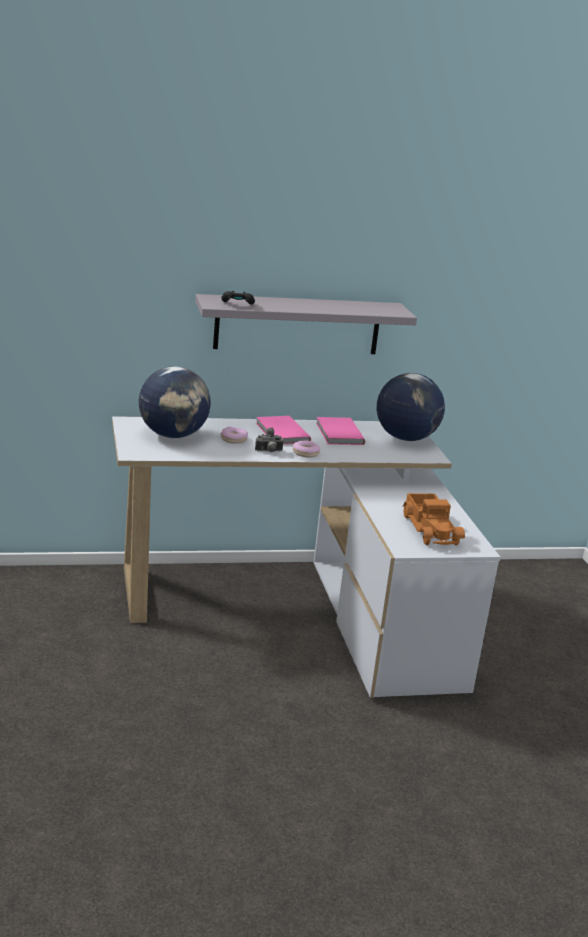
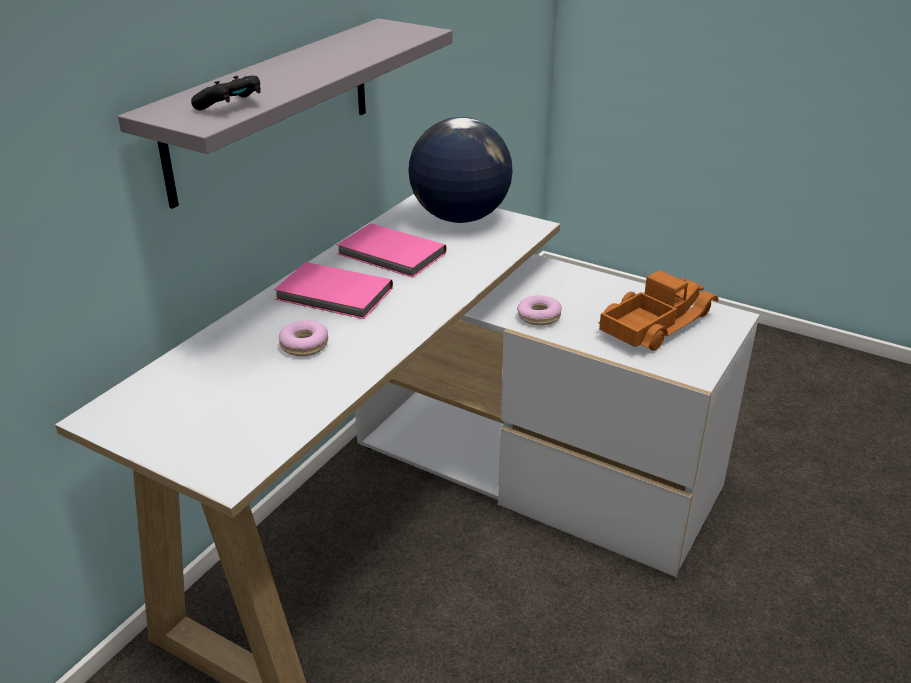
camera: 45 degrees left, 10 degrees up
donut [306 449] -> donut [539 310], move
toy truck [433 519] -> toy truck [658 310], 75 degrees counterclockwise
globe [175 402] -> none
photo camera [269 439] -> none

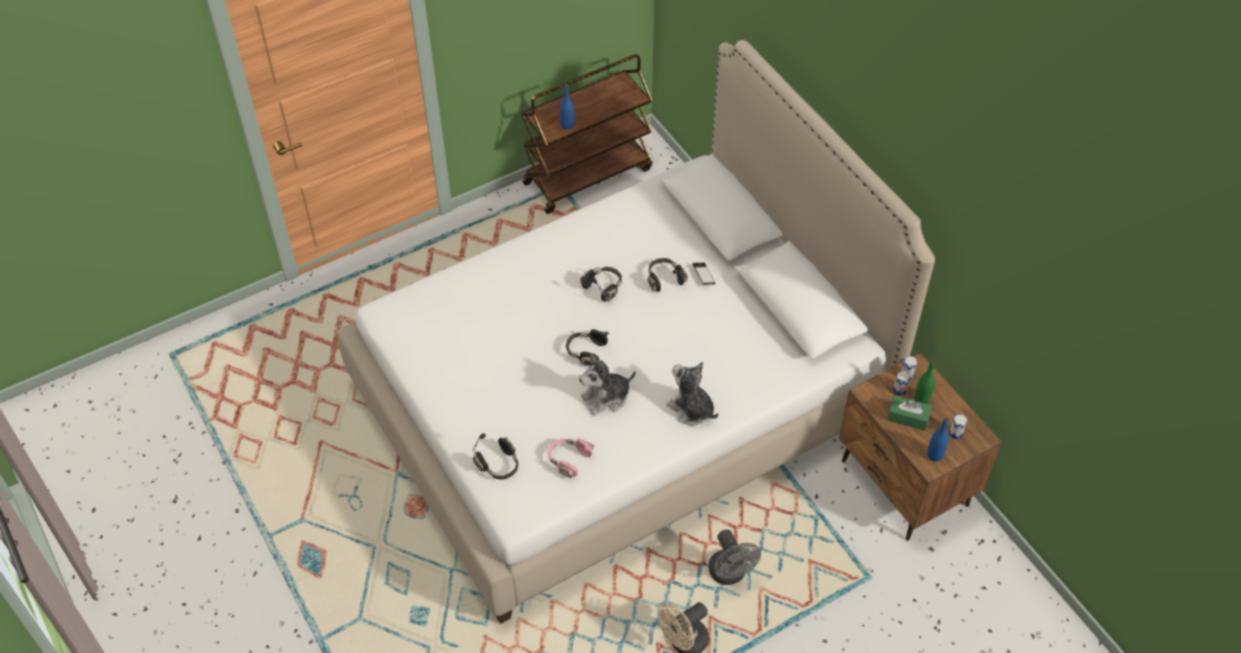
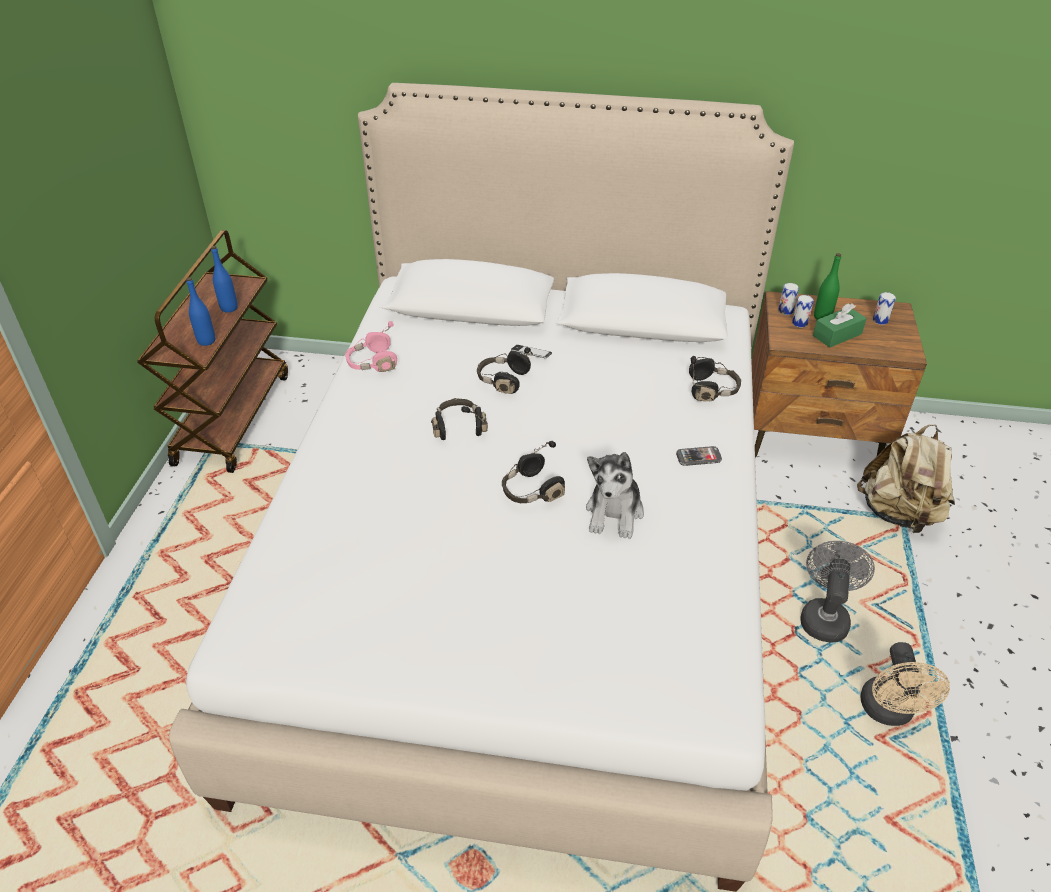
camera: 50 degrees left, 10 degrees down
blue bottle [938 439] -> blue bottle [224 279], move
pink headphones [571 458] -> pink headphones [371 346], move
plush toy [692 394] -> phone [699 456]
black headphones [495 456] -> black headphones [715 378], move
grey fan [735 557] -> grey fan [837 592], 90 degrees counterclockwise
none -> beige backpack [906 479]

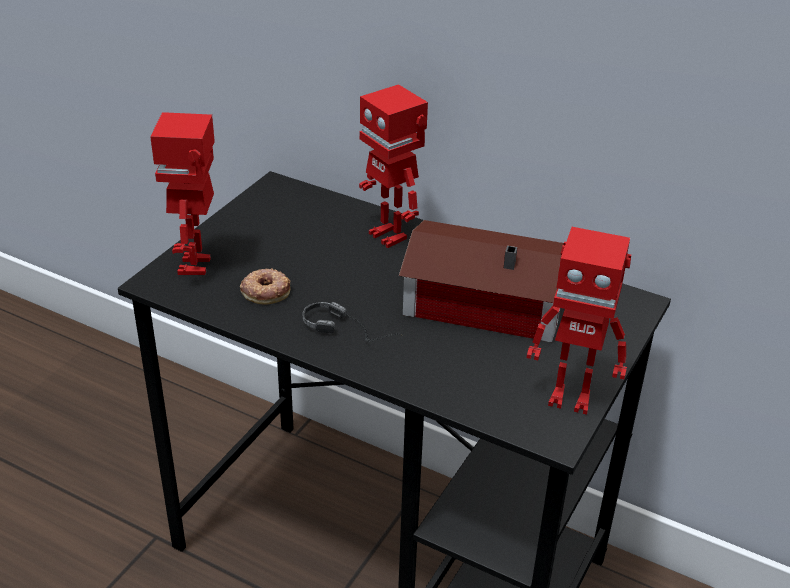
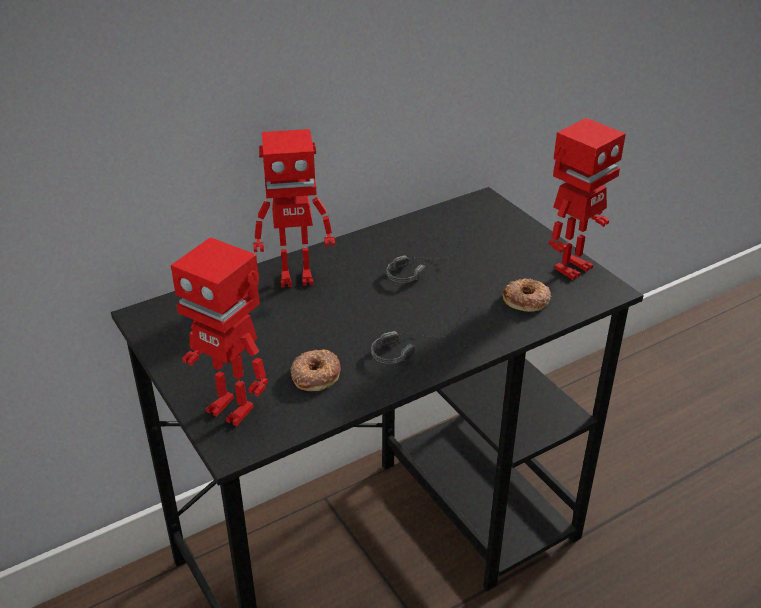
camera: 60 degrees left, 0 degrees up
toy house [481 281] -> headphones [428 257]
none -> donut [527 295]

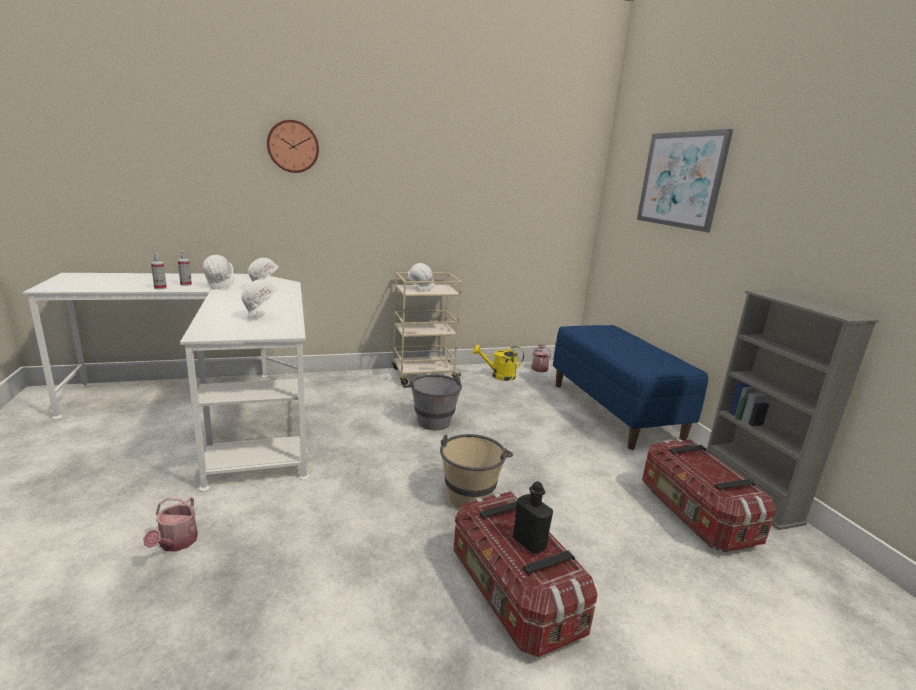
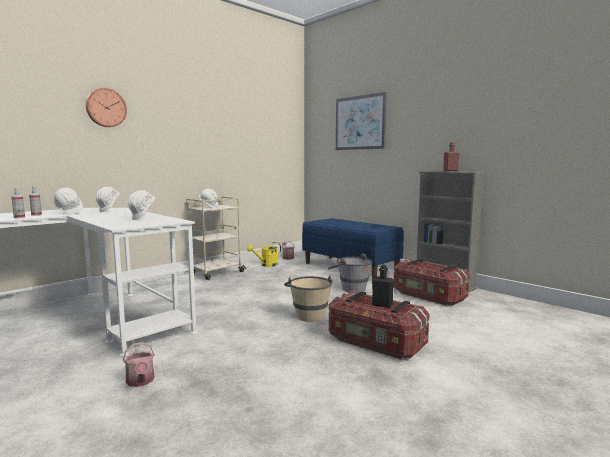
camera: 25 degrees left, 10 degrees down
grey bucket [432 402] -> grey bucket [350 273], move
none -> red bottle [451 156]

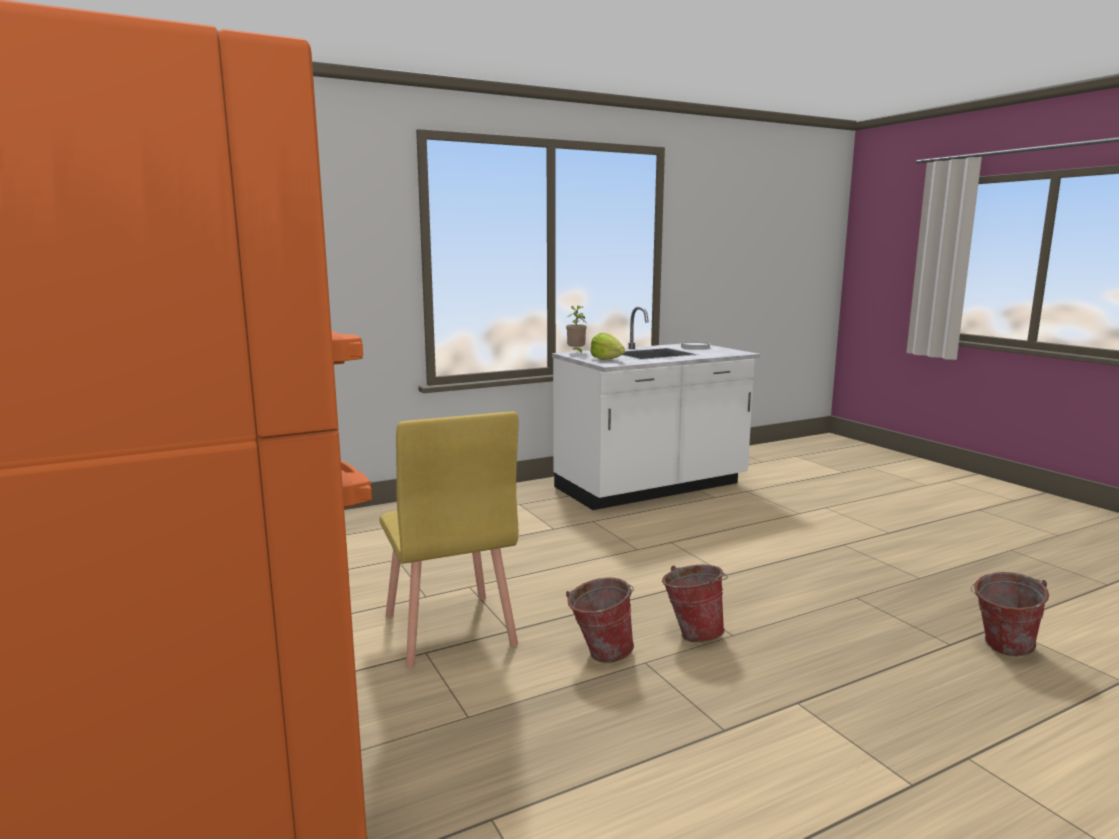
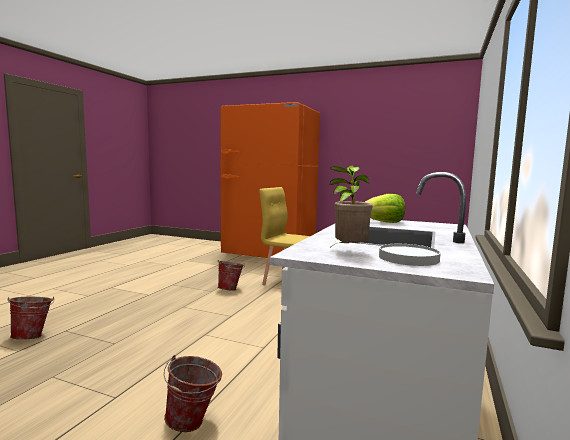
camera: 140 degrees right, 5 degrees down
bucket [695 603] -> bucket [193 393], move
potted plant [576 329] -> potted plant [351 206], move

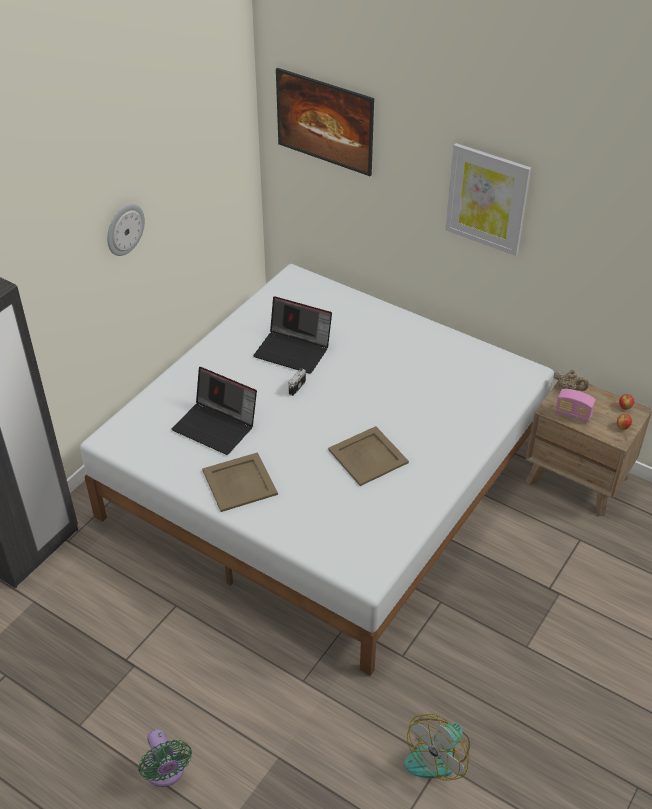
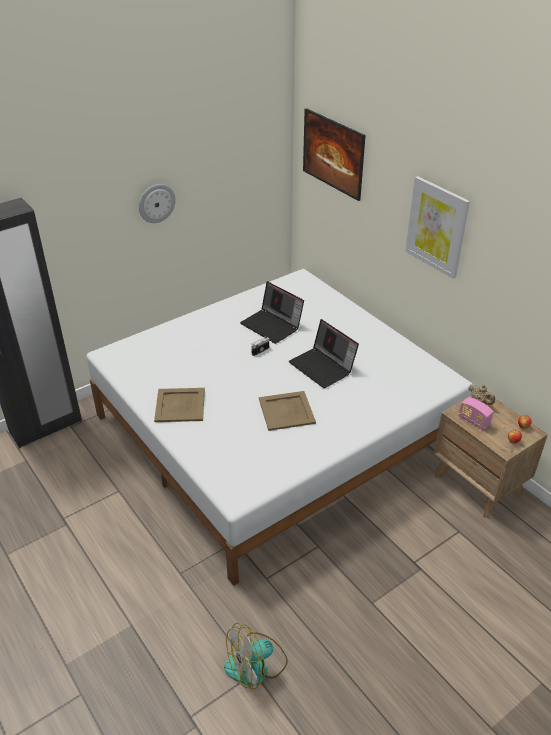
camera: 20 degrees right, 5 degrees down
laptop [214 411] -> laptop [324 353], move
green fan [165 758] -> none

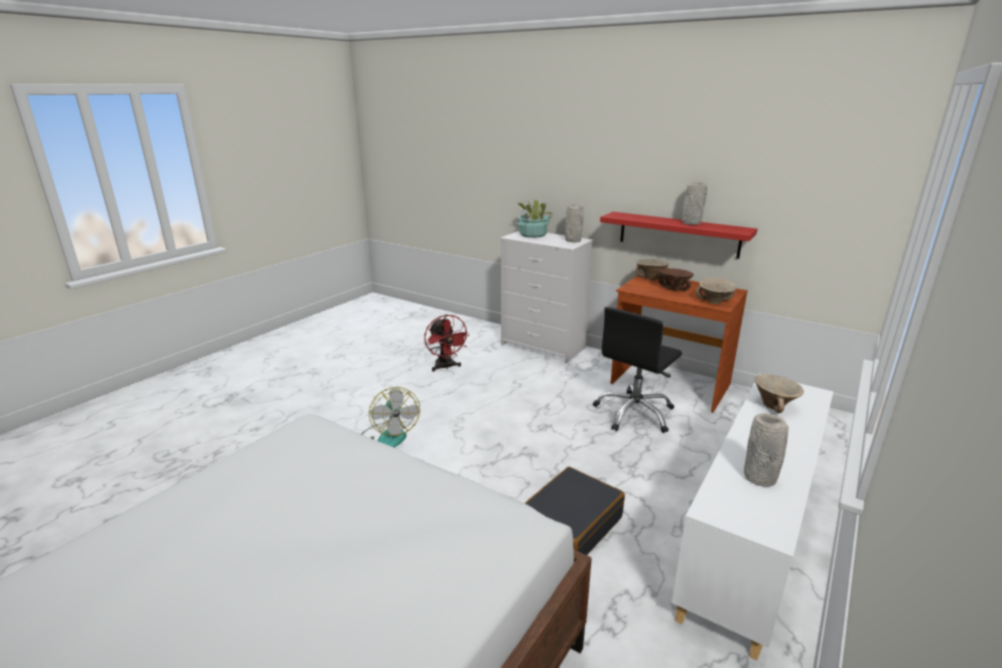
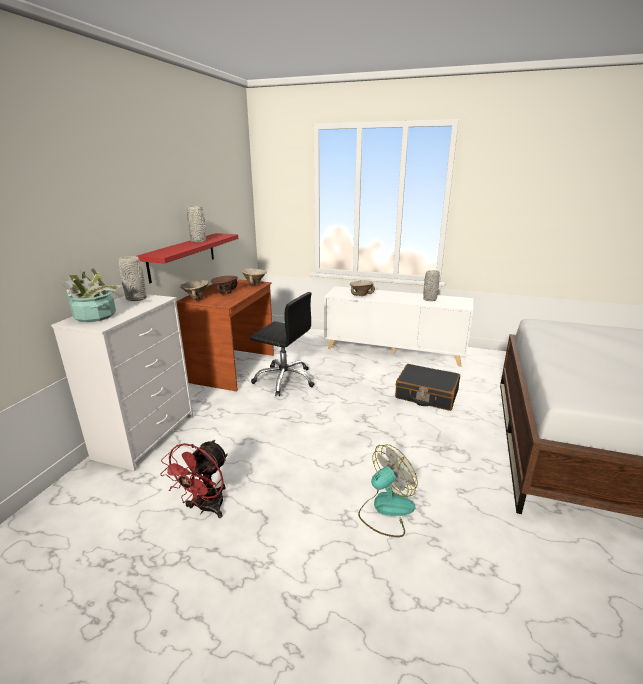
camera: 105 degrees left, 0 degrees up
red fan [447 343] -> red fan [194 479], 150 degrees clockwise

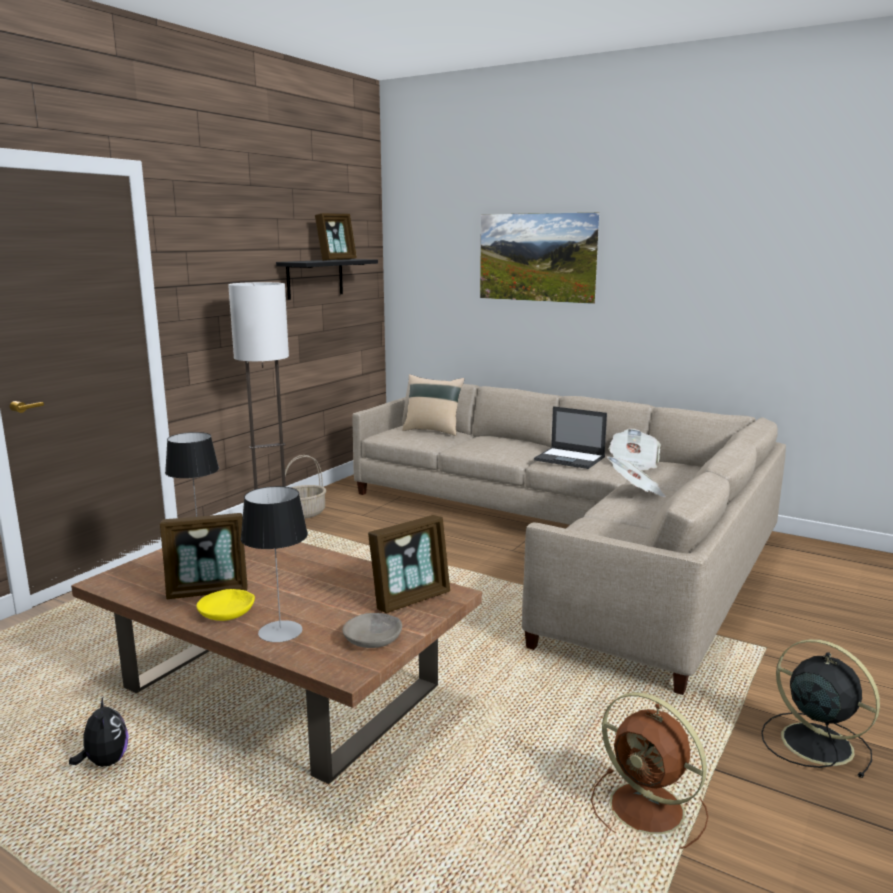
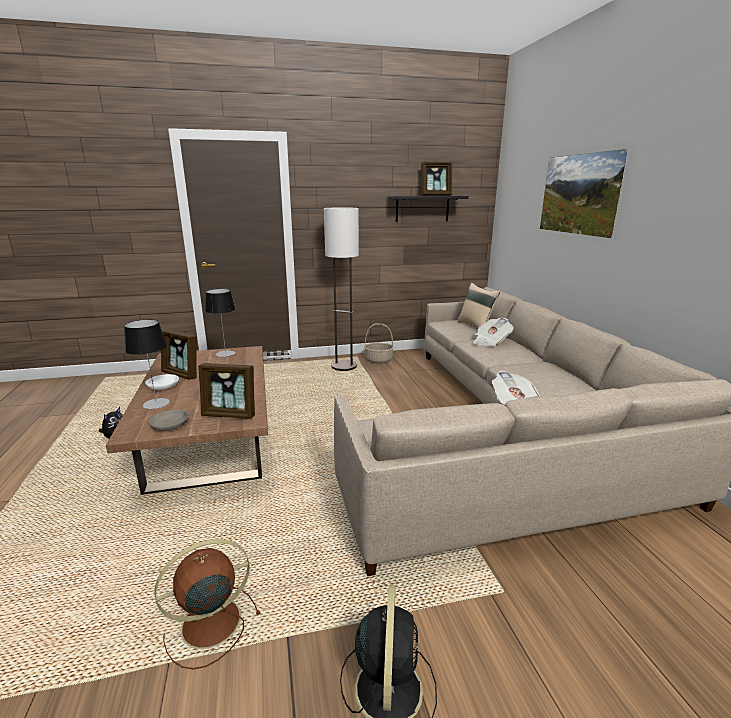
camera: 45 degrees right, 5 degrees up
yellow bowl [225 605] -> white bowl [162 382]
brown fan [649 770] -> brown fan [207 604], 60 degrees clockwise
newspaper [635 449] -> newspaper [493 332], move
laptop [570 437] -> none

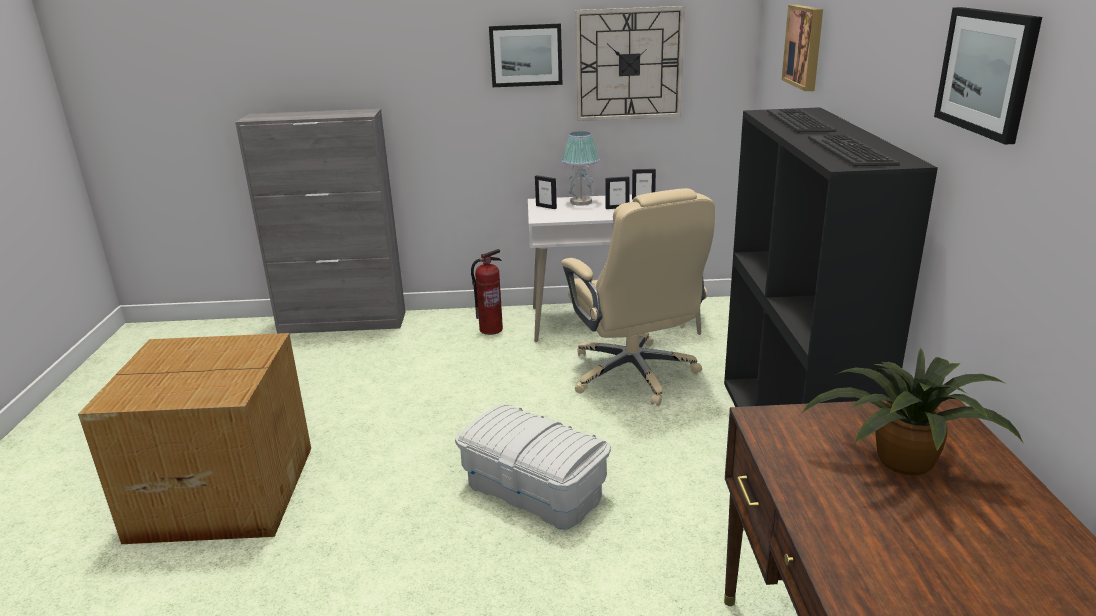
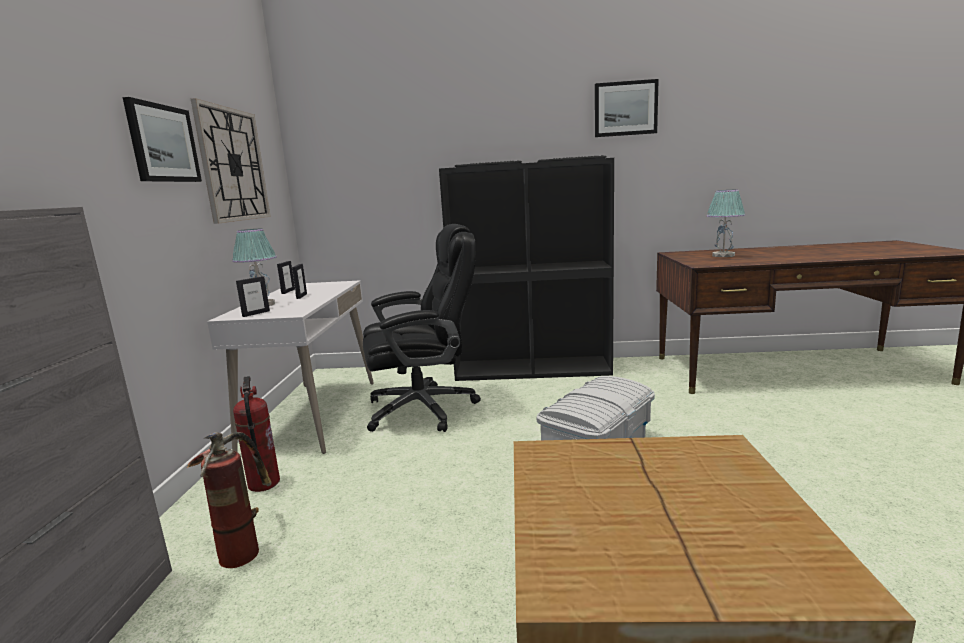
camera: 85 degrees left, 10 degrees down
none -> fire extinguisher [229 500]
beige office chair [638 297] -> black office chair [422 328]
potted plant [912 412] -> table lamp [726 223]
picture [802 48] -> none

